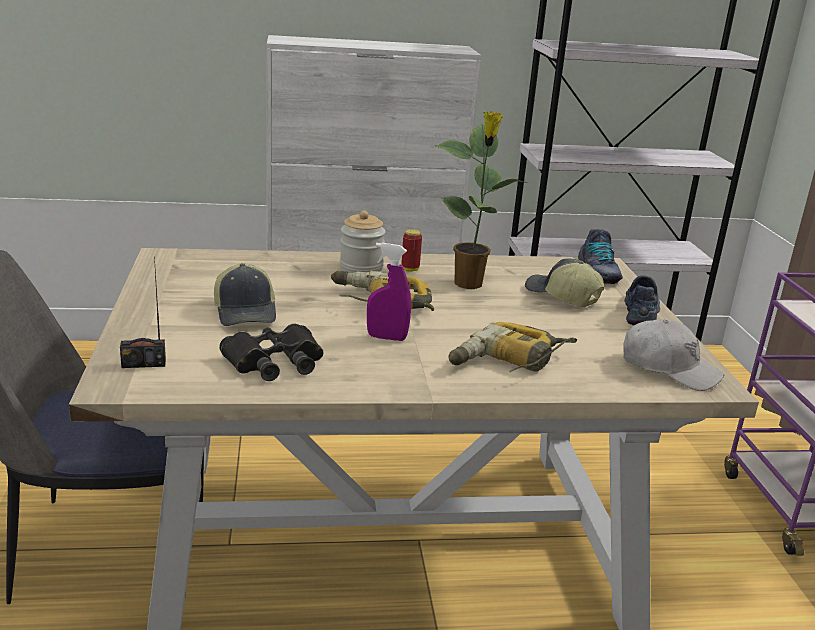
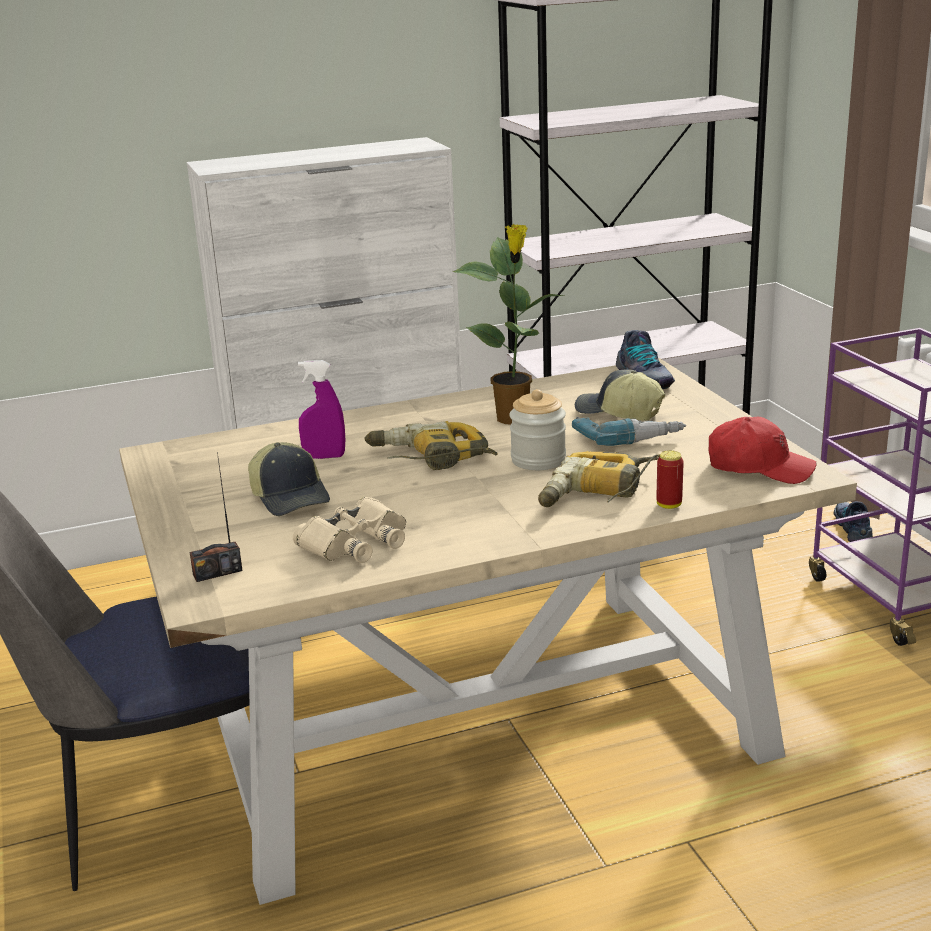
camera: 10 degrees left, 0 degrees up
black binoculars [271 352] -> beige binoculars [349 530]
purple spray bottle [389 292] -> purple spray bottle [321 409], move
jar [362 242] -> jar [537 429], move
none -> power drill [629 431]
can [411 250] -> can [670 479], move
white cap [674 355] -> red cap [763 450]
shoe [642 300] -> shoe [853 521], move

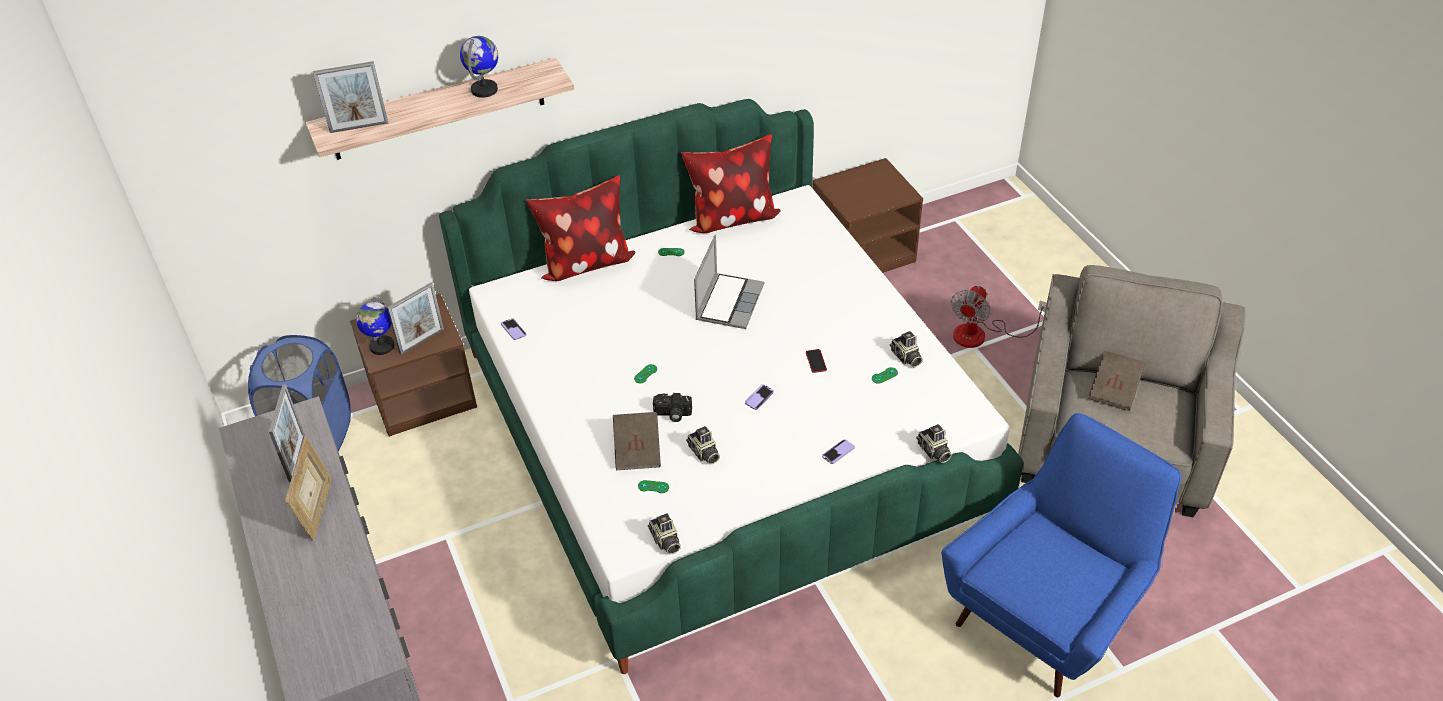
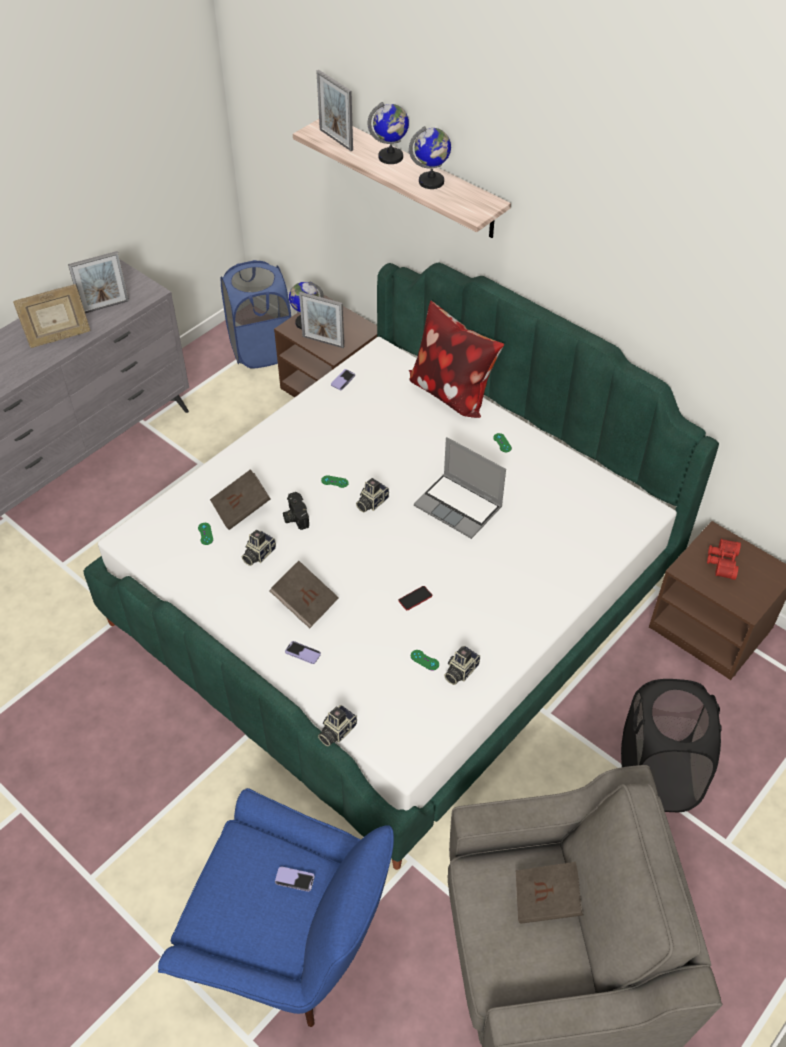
camera: 65 degrees right, 5 degrees up
none -> brown book [304 595]
phone [759 397] -> phone [295 879], move
photo camera [664 533] -> photo camera [372 495], move
none -> globe [388 133]
laptop [729 282] -> laptop [460 488], 45 degrees clockwise
fan [999 317] -> black laundry basket [671 745]
none -> red binoculars [724 559]
pillow [731 183] -> none

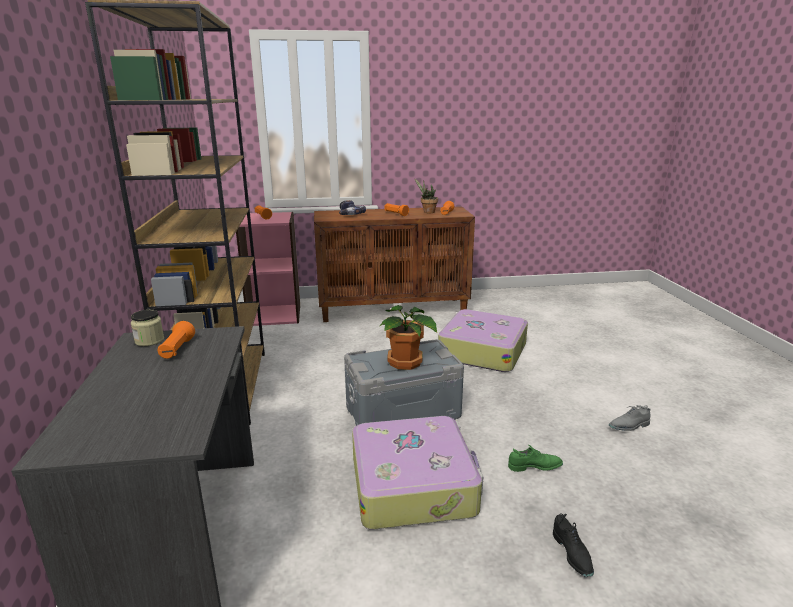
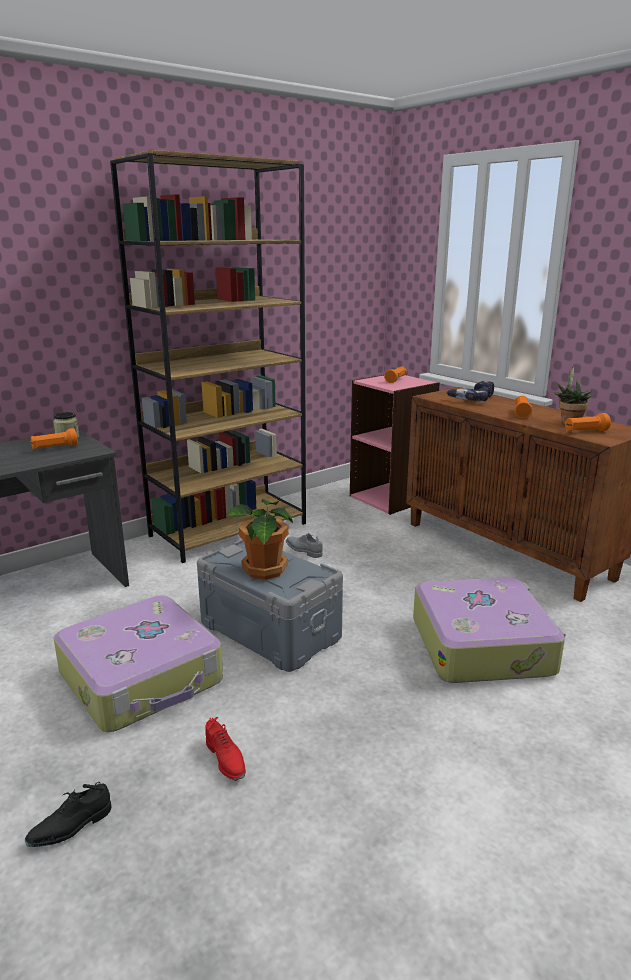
camera: 60 degrees right, 0 degrees up
green shoe [535 458] -> red shoe [225 749]
grey shoe [630 418] -> grey shoe [304 545], move

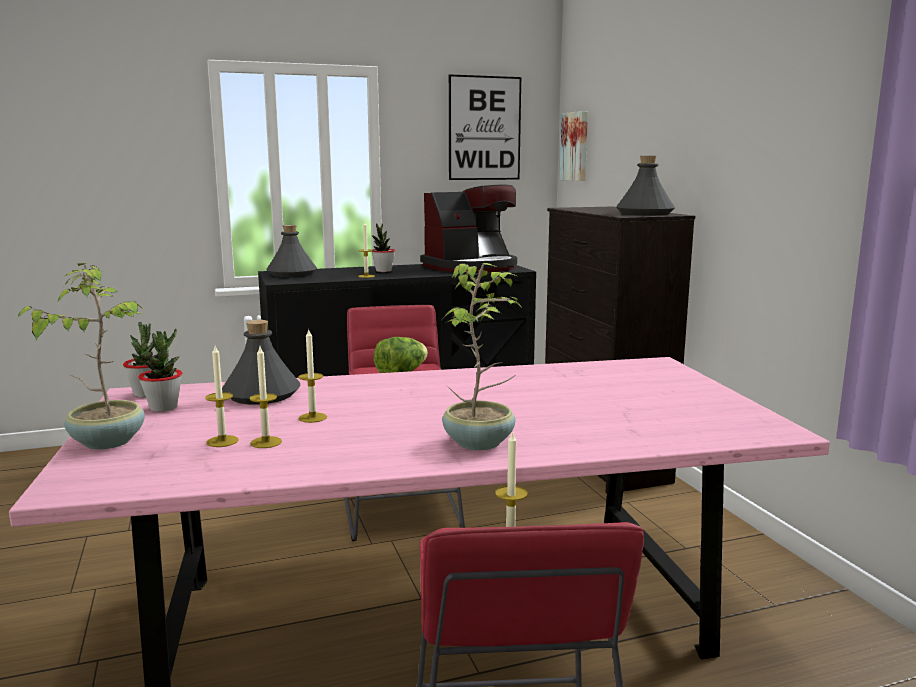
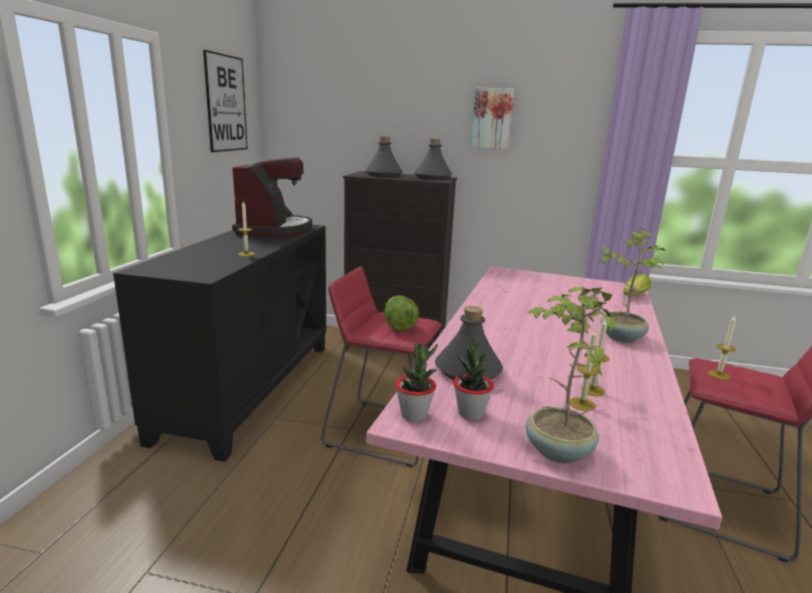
camera: 60 degrees left, 5 degrees up
grey bottle [291 251] -> grey bottle [384 156], move
picture [574 146] -> picture [492 118], move
none -> lettuce [637 285]
candle [312 375] -> none
potted plant [383 247] -> none

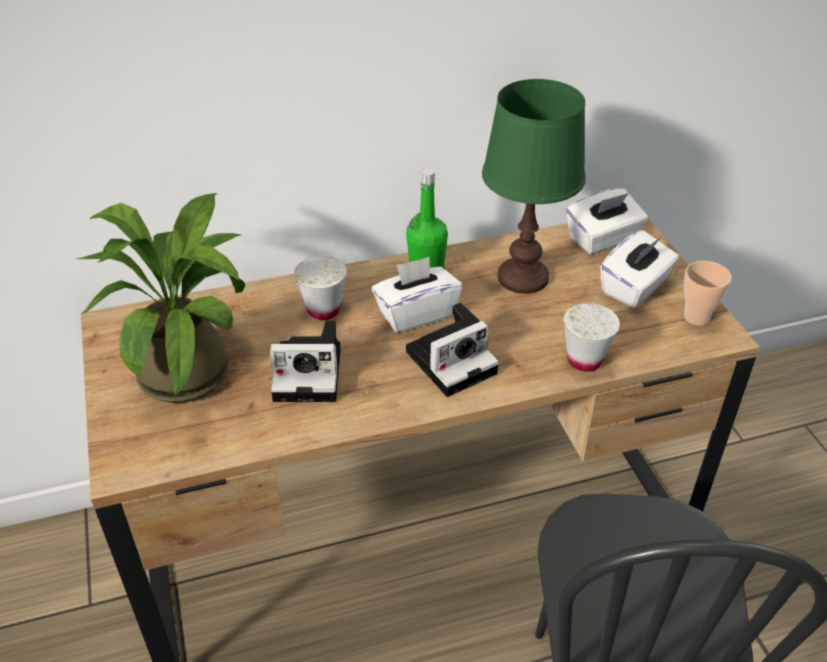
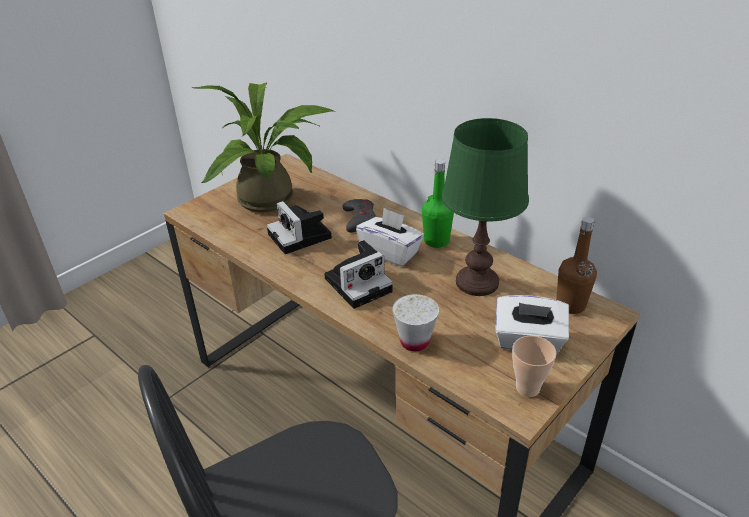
camera: 60 degrees right, 5 degrees down
photo camera [452 350] -> photo camera [358 274], 60 degrees counterclockwise
white cup [320 288] -> grey game controller [359 216]
white tissue box [607 221] -> brown bottle [576 265]

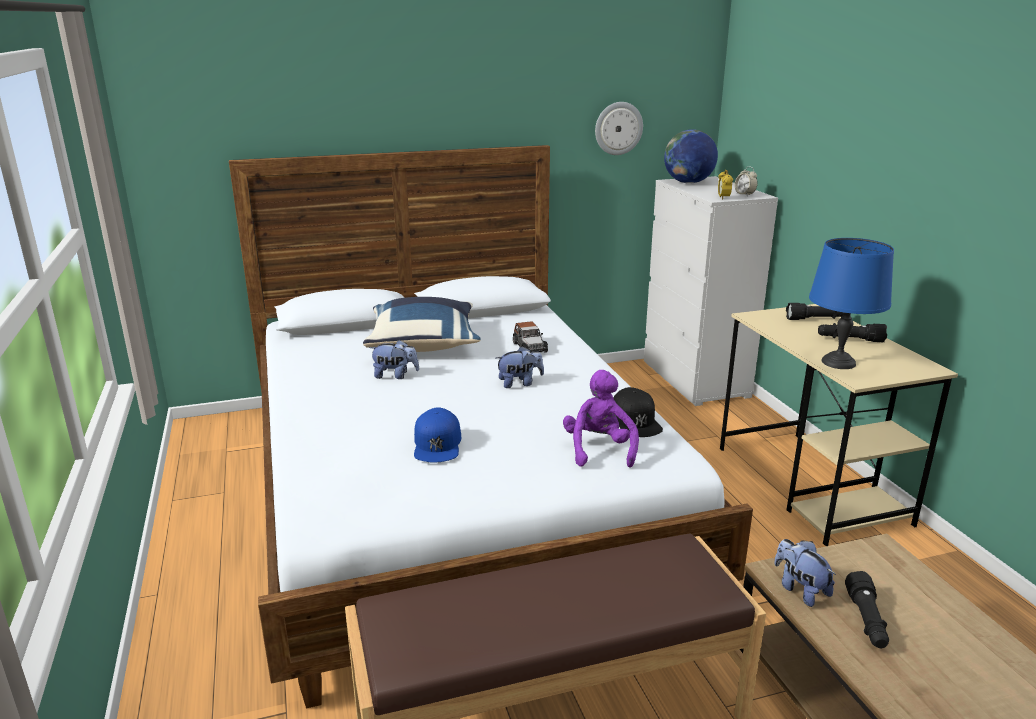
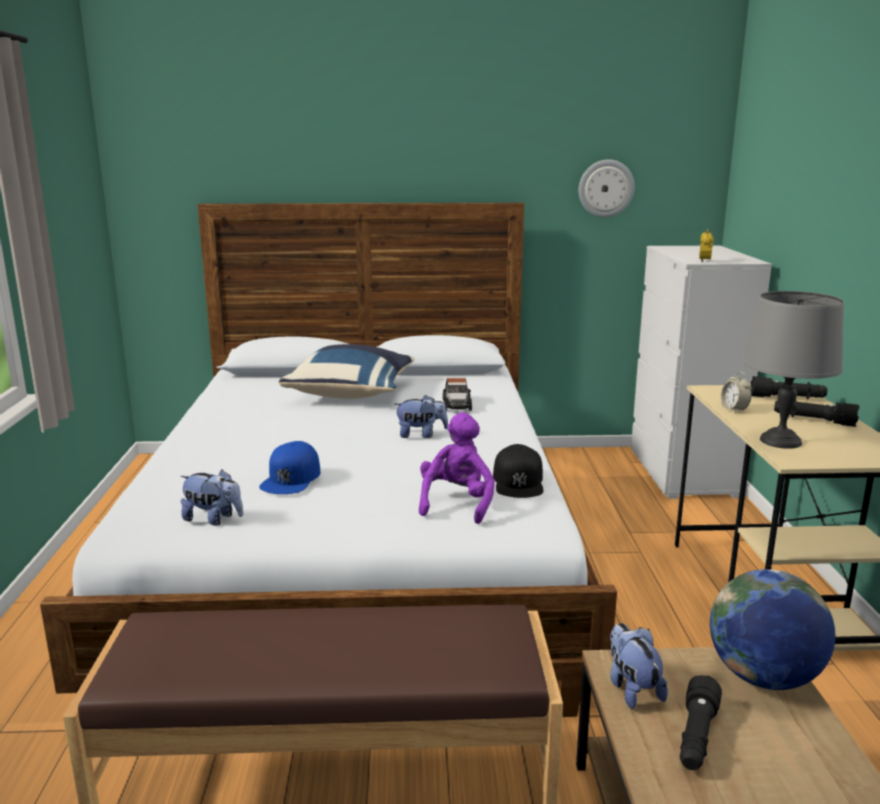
camera: 15 degrees right, 5 degrees down
plush toy [394 359] -> plush toy [211 497], move
globe [691 156] -> globe [772 629], move
alarm clock [746 181] -> alarm clock [736 392], move
blue table lamp [851 303] -> grey table lamp [793 370]

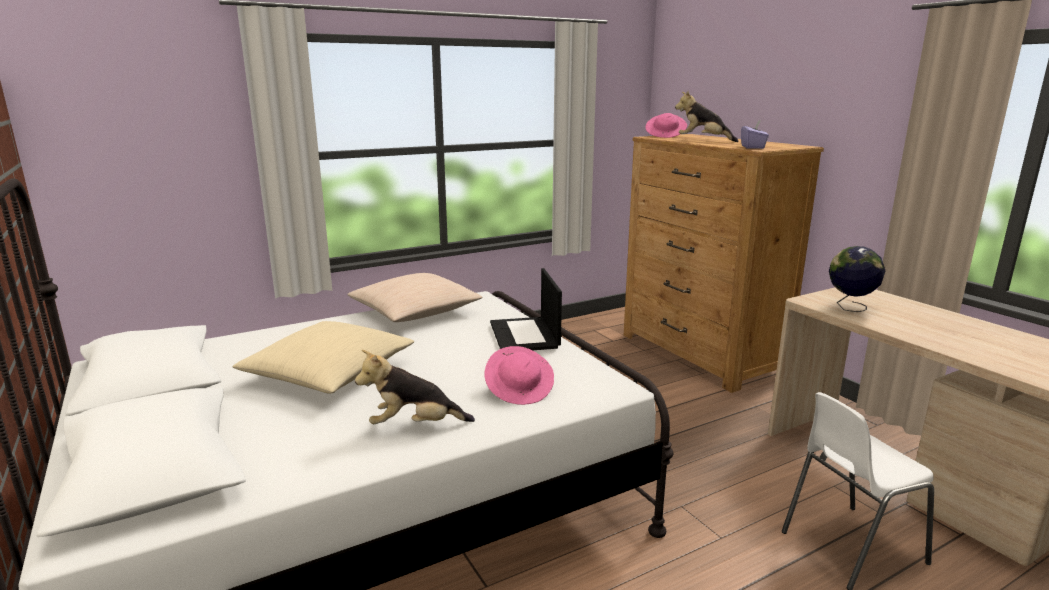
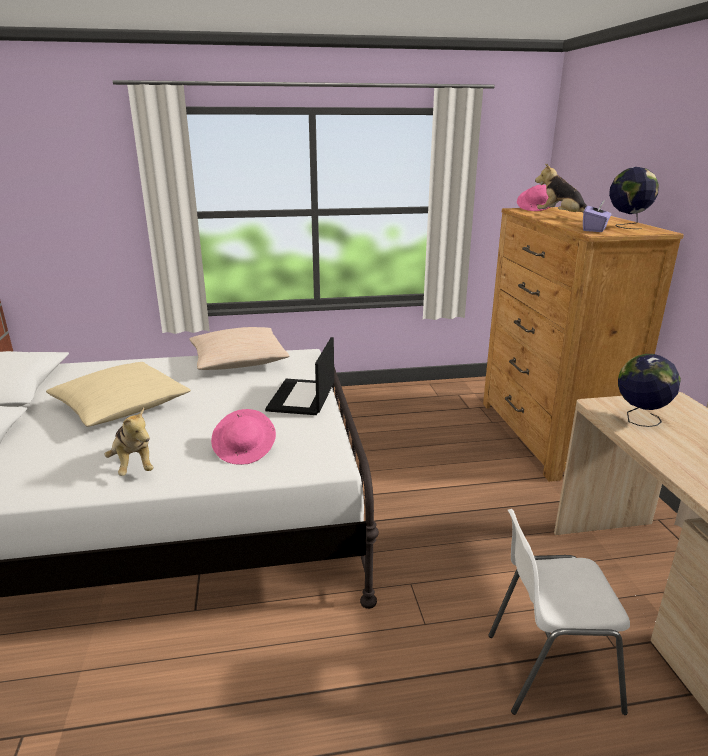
camera: 20 degrees right, 5 degrees up
plush toy [415 387] -> plush toy [129 441], 135 degrees counterclockwise
none -> globe [634 198]

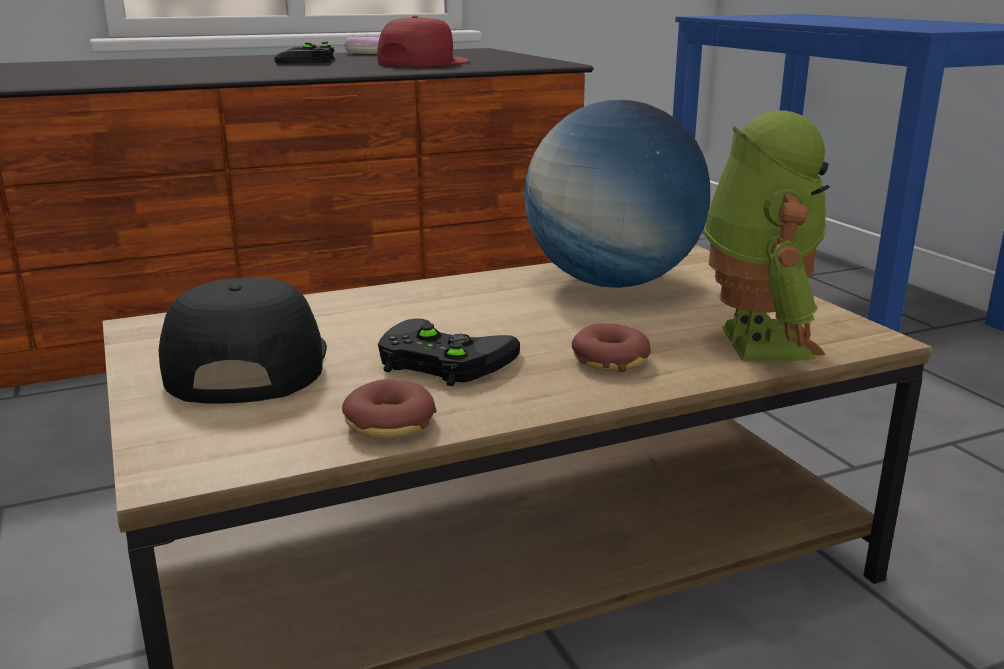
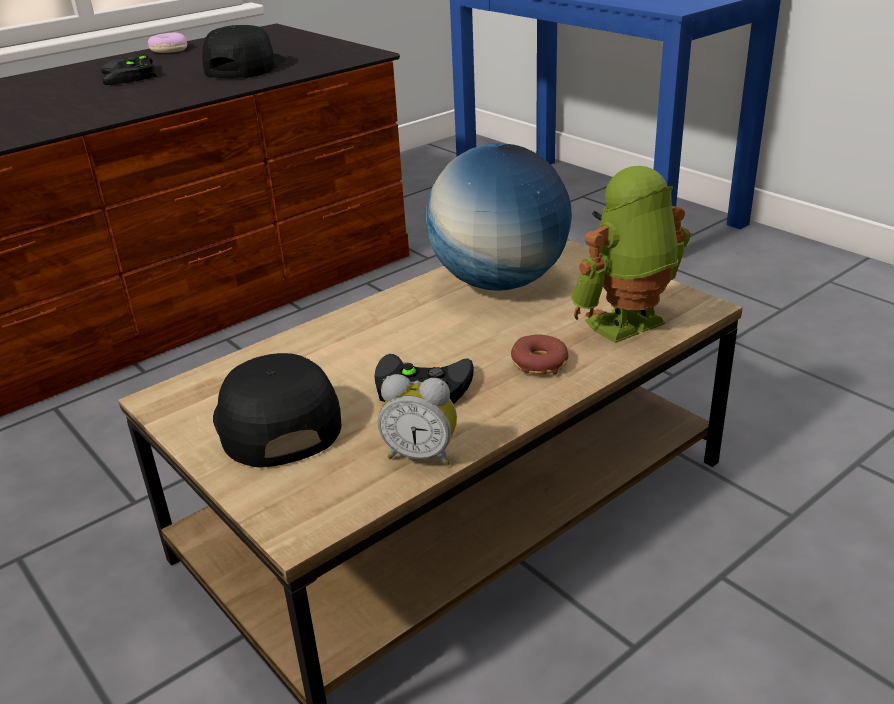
camera: 15 degrees left, 10 degrees up
red cap [423 41] -> black cap [244 51]
donut [389 409] -> alarm clock [417 420]
toy robot [766 236] -> toy robot [631 254], 105 degrees counterclockwise

